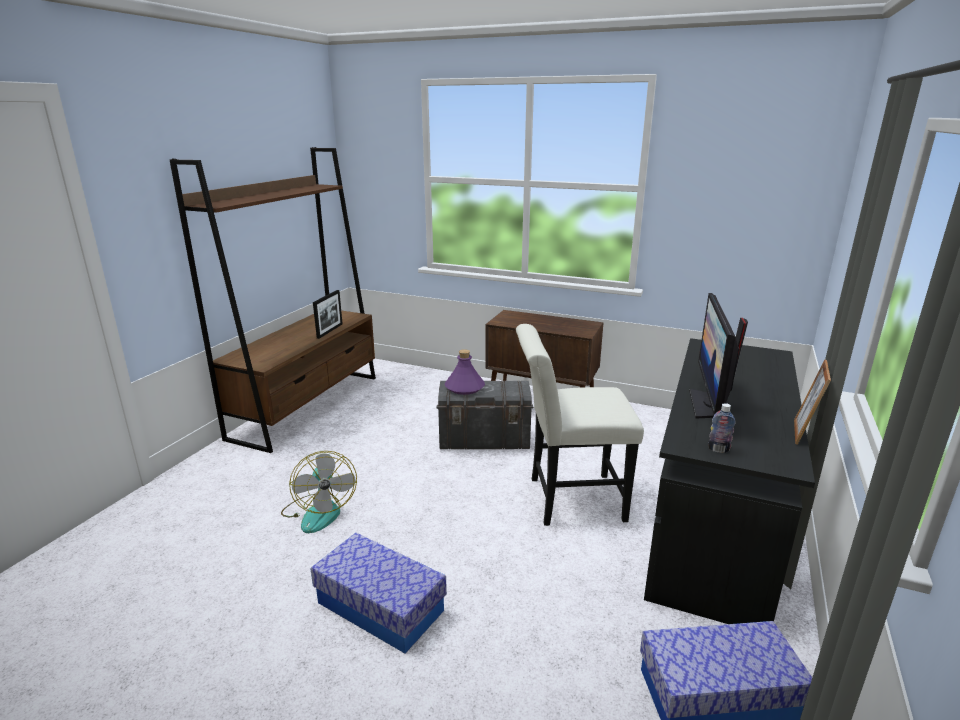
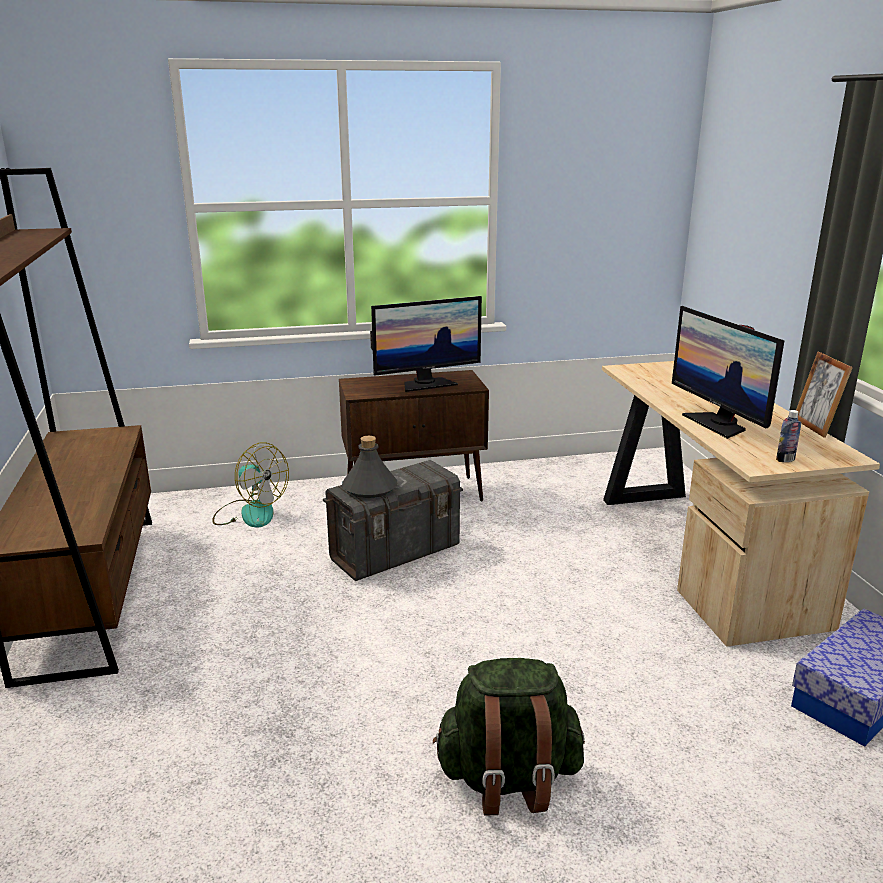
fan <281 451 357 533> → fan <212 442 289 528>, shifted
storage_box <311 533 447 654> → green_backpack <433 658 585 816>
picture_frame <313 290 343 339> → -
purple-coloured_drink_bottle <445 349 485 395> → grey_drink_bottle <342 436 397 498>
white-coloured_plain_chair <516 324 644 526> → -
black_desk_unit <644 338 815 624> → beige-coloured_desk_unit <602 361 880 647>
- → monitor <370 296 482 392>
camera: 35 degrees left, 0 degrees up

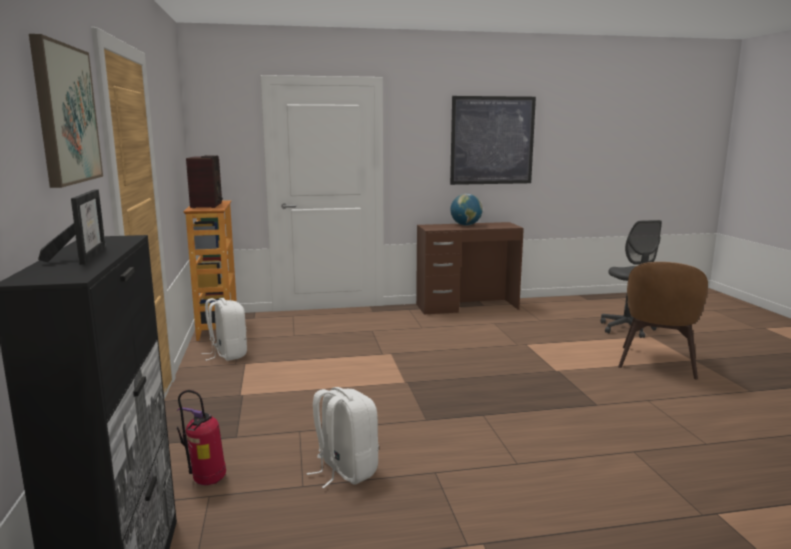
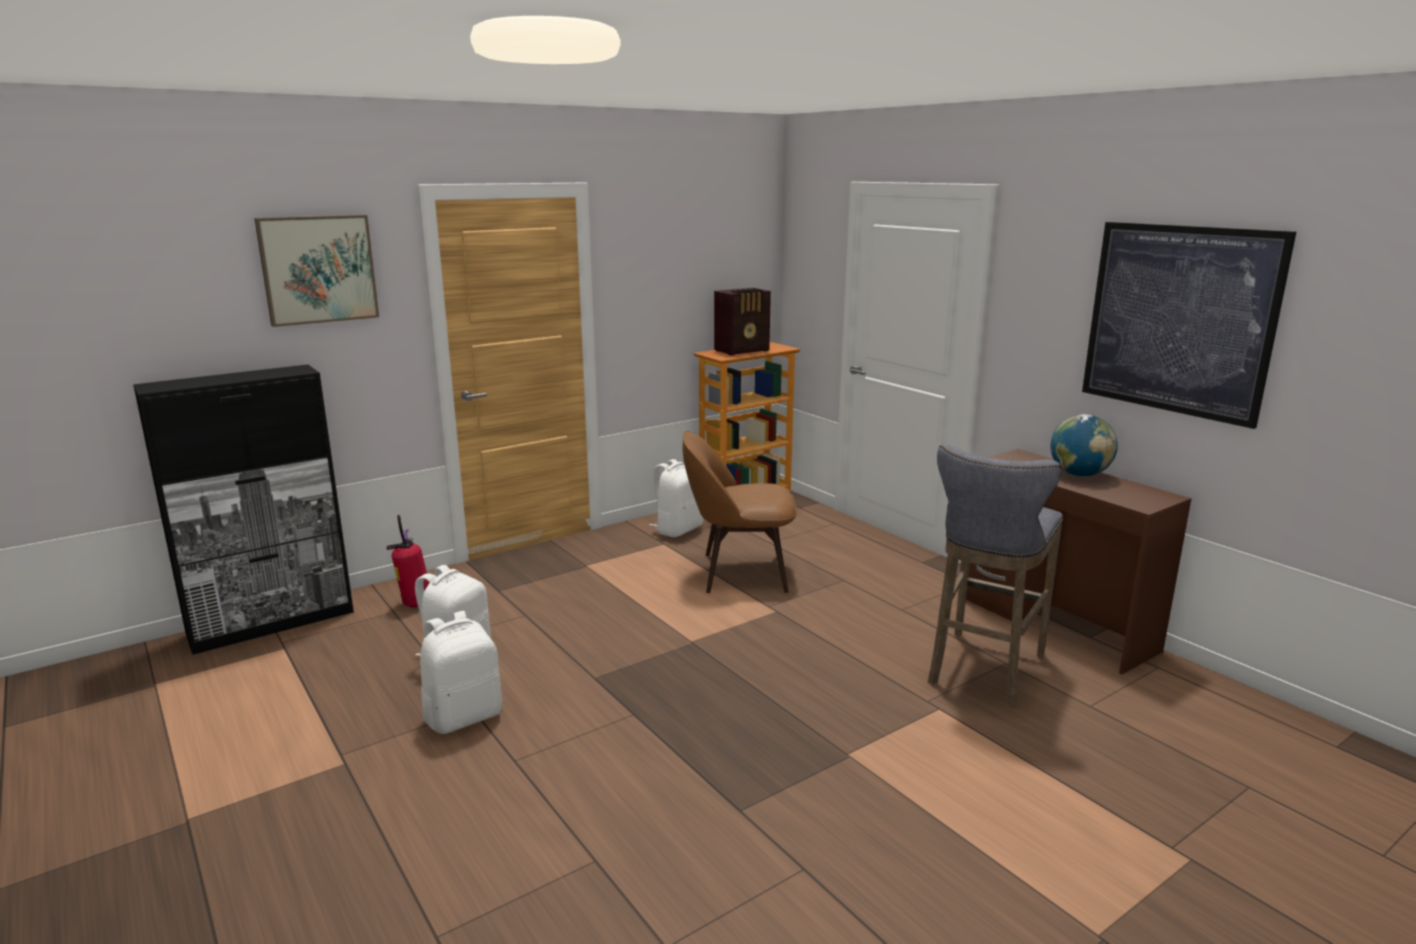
picture_frame <38 190 106 265> → -
grey_desk_chair <600 220 662 338> → -
brownish_plain_chair <618 262 708 380> → brownish_plain_chair <682 431 798 593>, shifted
- → white-coloured_backpack <420 611 502 734>
- → grey_sitting_stool <928 444 1063 707>
camera: 65 degrees right, 5 degrees up

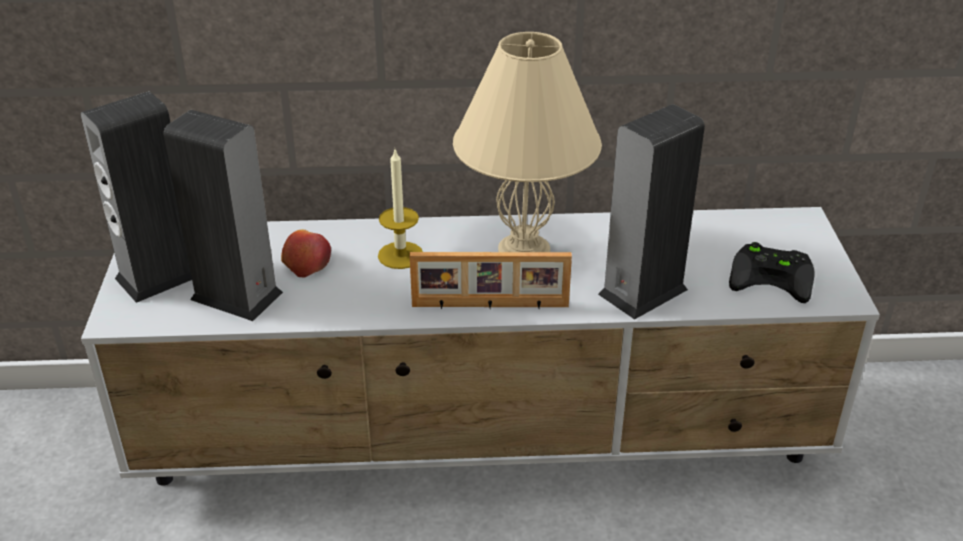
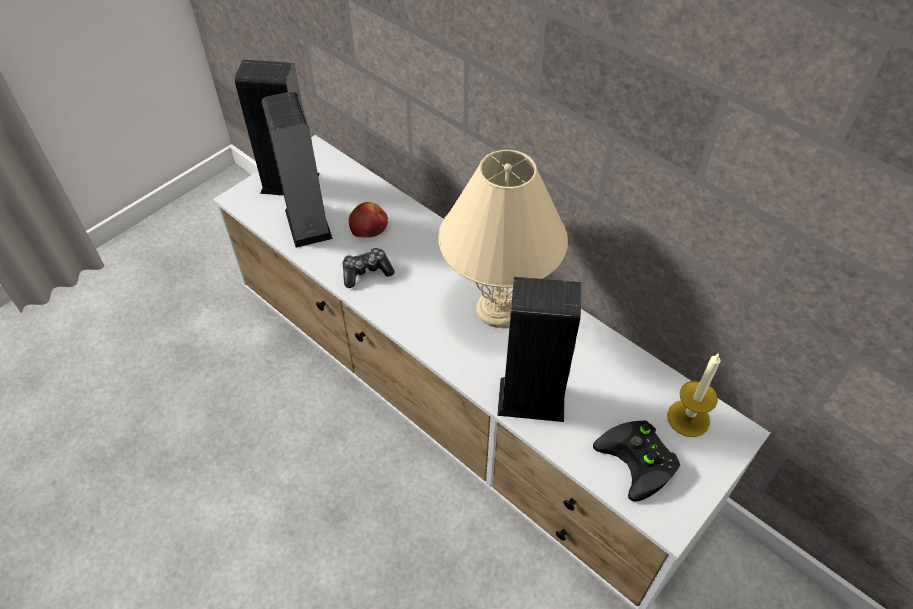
wax_candle <378 150 423 269> → wax_candle <667 353 721 437>, shifted
picture_frame <410 252 572 309> → -
- → gamepad <342 247 394 288>
camera: 45 degrees right, 15 degrees up

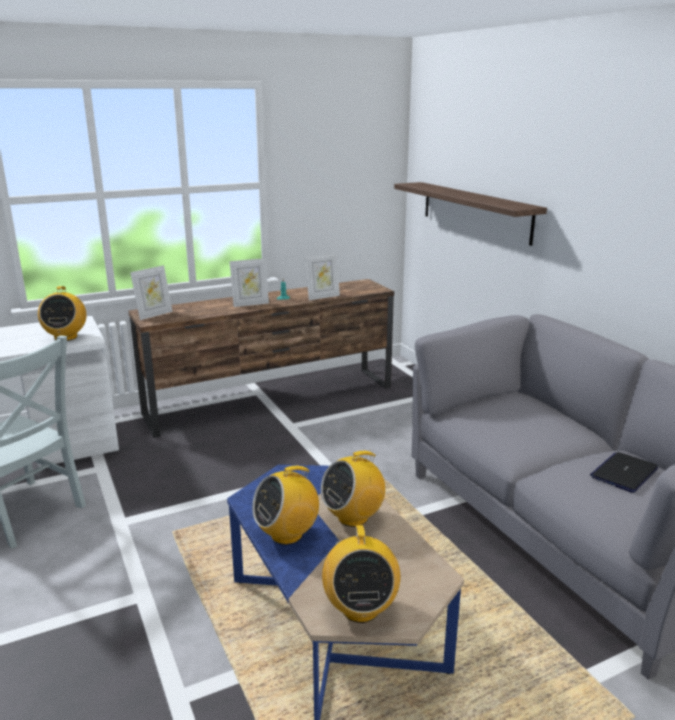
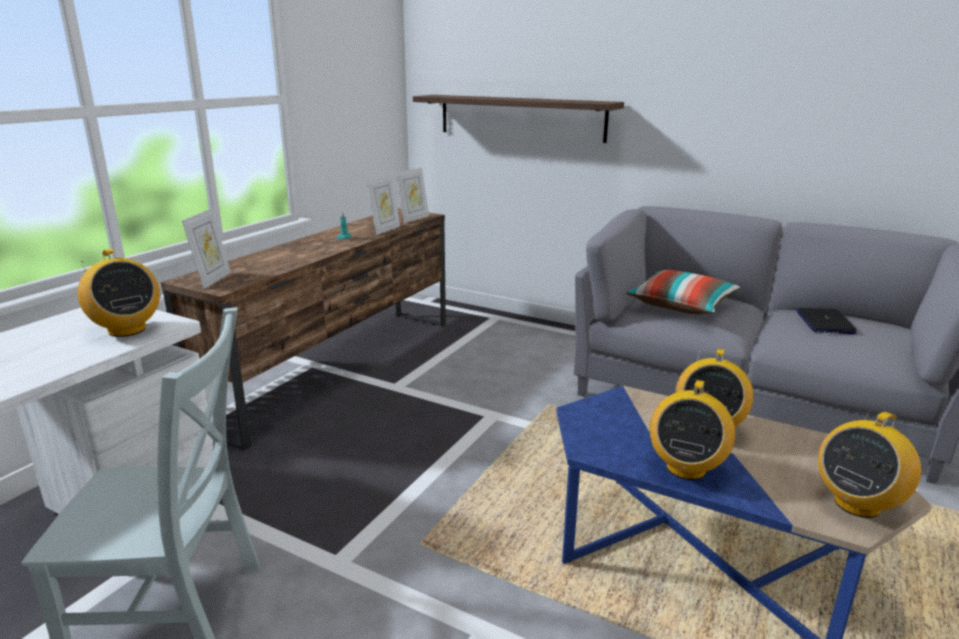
picture_frame <229 258 269 307> → picture_frame <396 167 429 223>, shifted
radio_set <322 525 400 623> → radio_set <818 409 921 518>, 90 degrees clockwise
- → cushion <626 270 740 314>
camera: 35 degrees left, 0 degrees up

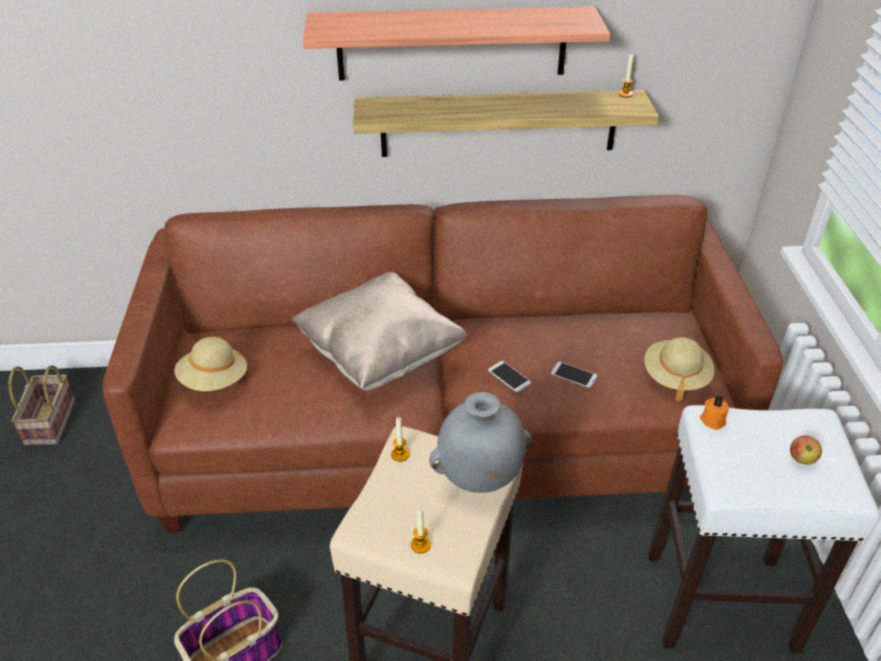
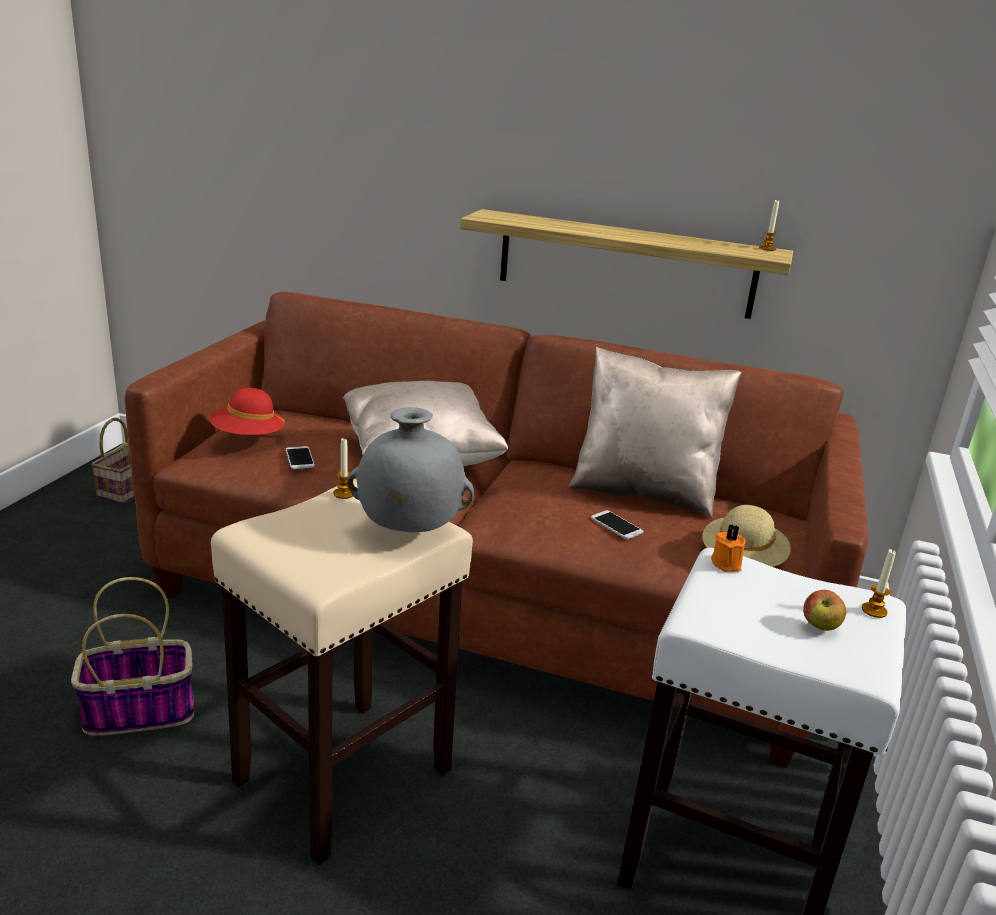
beige-coloured_wearable_hat <174 337 247 391> → red_wearable_hat <209 388 286 436>
shelf <303 6 610 80> → -
wax_candle <411 507 431 554> → wax_candle <862 549 896 618>, shifted
handset <488 361 531 392> → handset <286 446 315 469>, shifted
- → beige-coloured_cushion <568 347 742 518>
camera: 20 degrees right, 15 degrees down

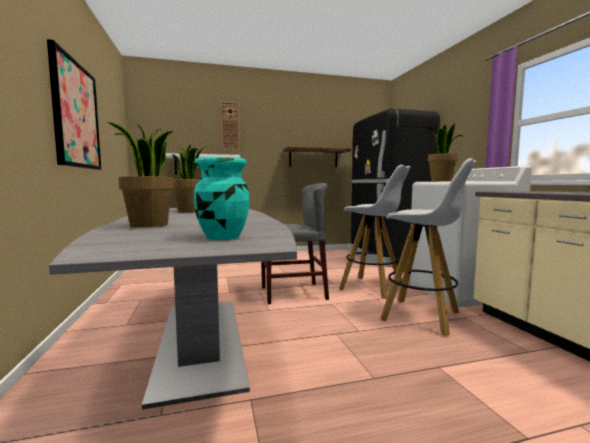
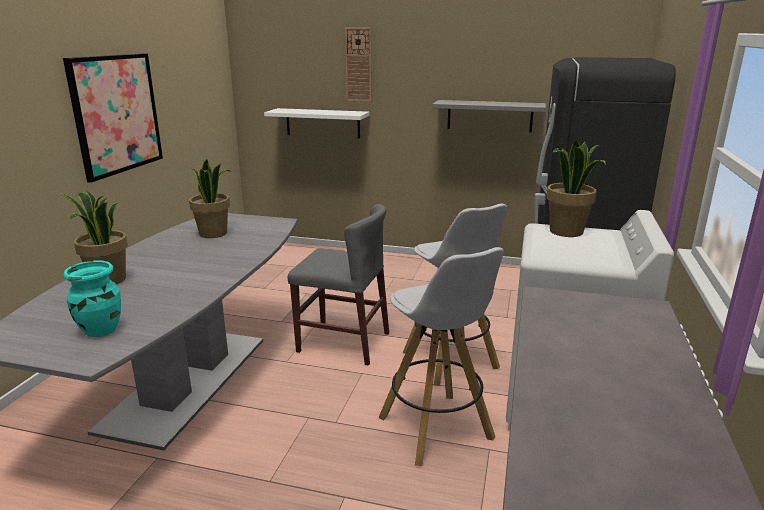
brownish_shelf <283 147 351 167> → grey_shelf <432 100 546 133>
camera: 30 degrees right, 15 degrees up

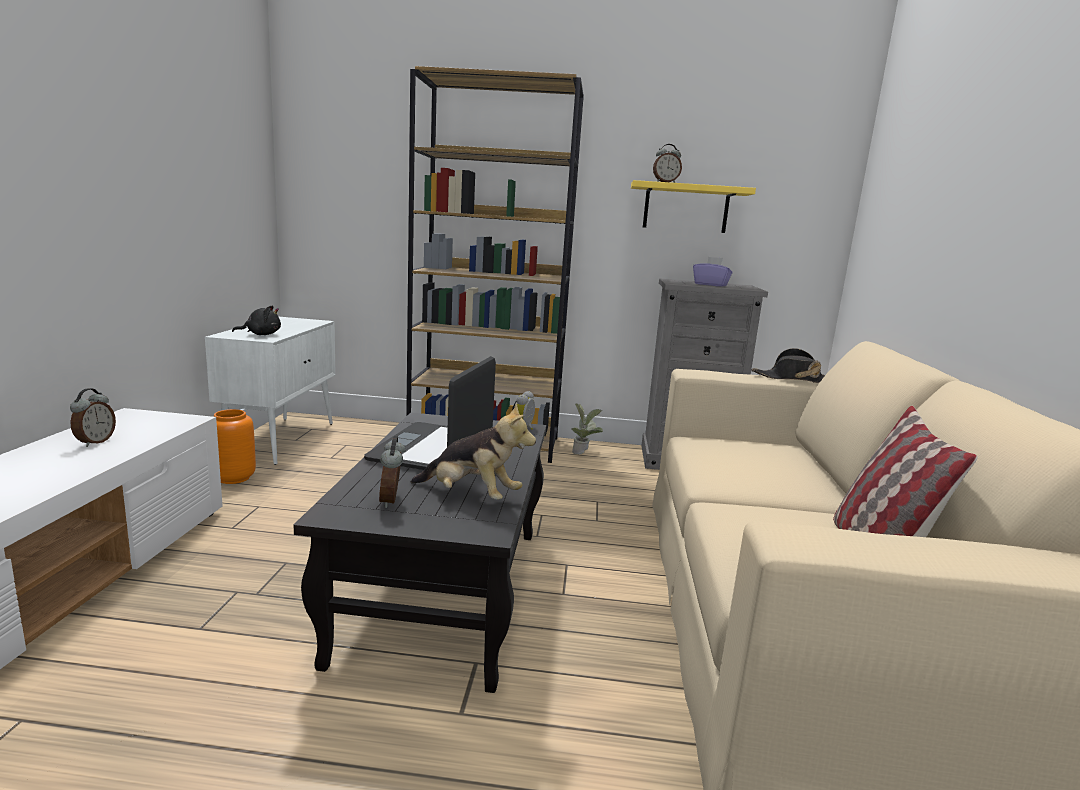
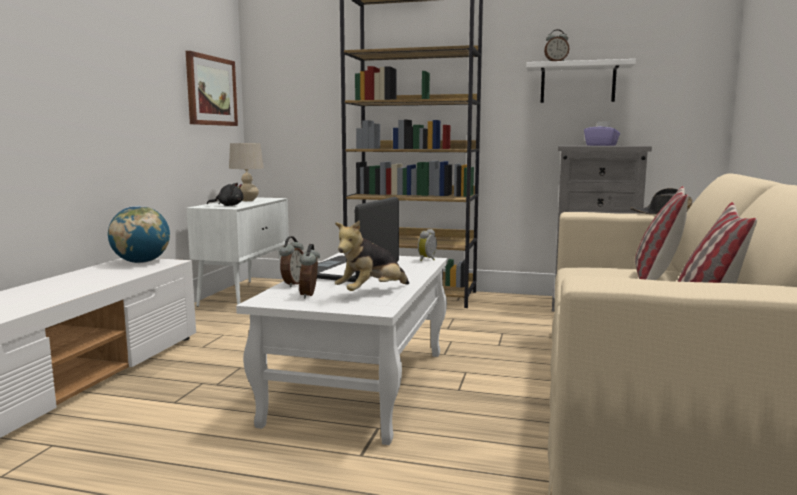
alarm_clock <70 388 116 447> → alarm_clock <279 236 304 287>, shifted
orangey_flower_vase <214 409 256 484> → -
black_lounge_table <294 413 546 693> → white-coloured_lounge_table <236 253 447 445>
plush_toy <411 403 536 500> → plush_toy <335 221 409 291>, 105 degrees clockwise
potted_plant <571 403 603 454> → -
yellowish_shelf <631 180 756 233> → white-coloured_shelf <526 59 636 103>
- → globe <108 206 170 263>
- → wall_picture <186 51 238 126>
- → beige-coloured_tabletop_lamp <229 143 264 201>
- → cushion <635 186 689 280>
camera: 10 degrees right, 5 degrees down

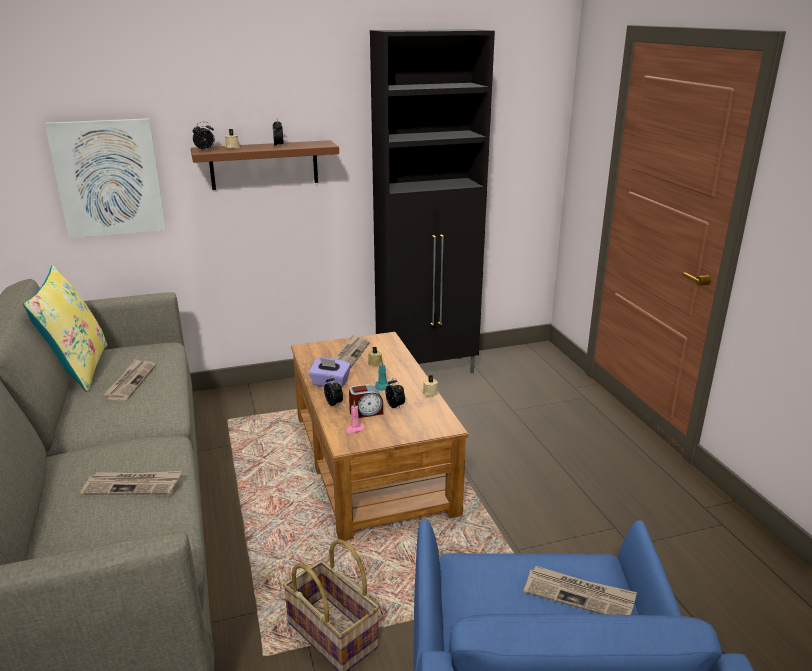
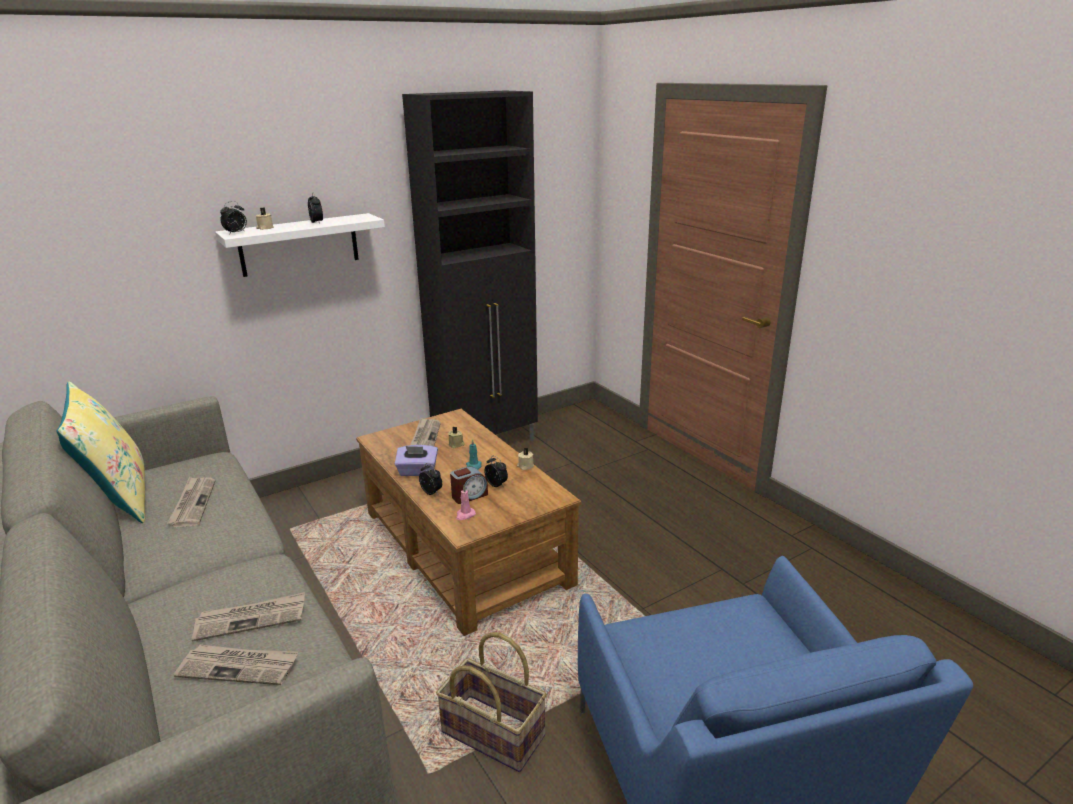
wall_picture <45 118 166 238> → -
brownish_shelf <191 140 339 190> → white-coloured_shelf <215 213 385 277>
daily_paper <523 566 637 615> → daily_paper <174 645 299 685>, shifted
camera: 15 degrees left, 0 degrees up

